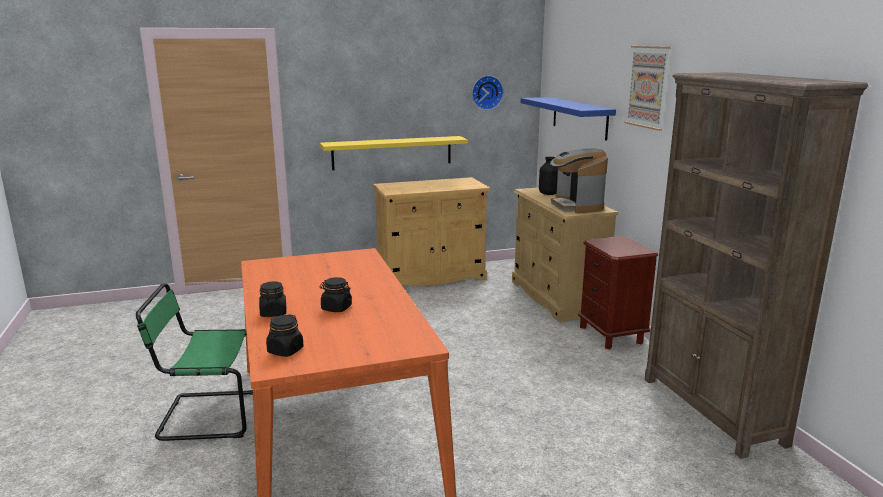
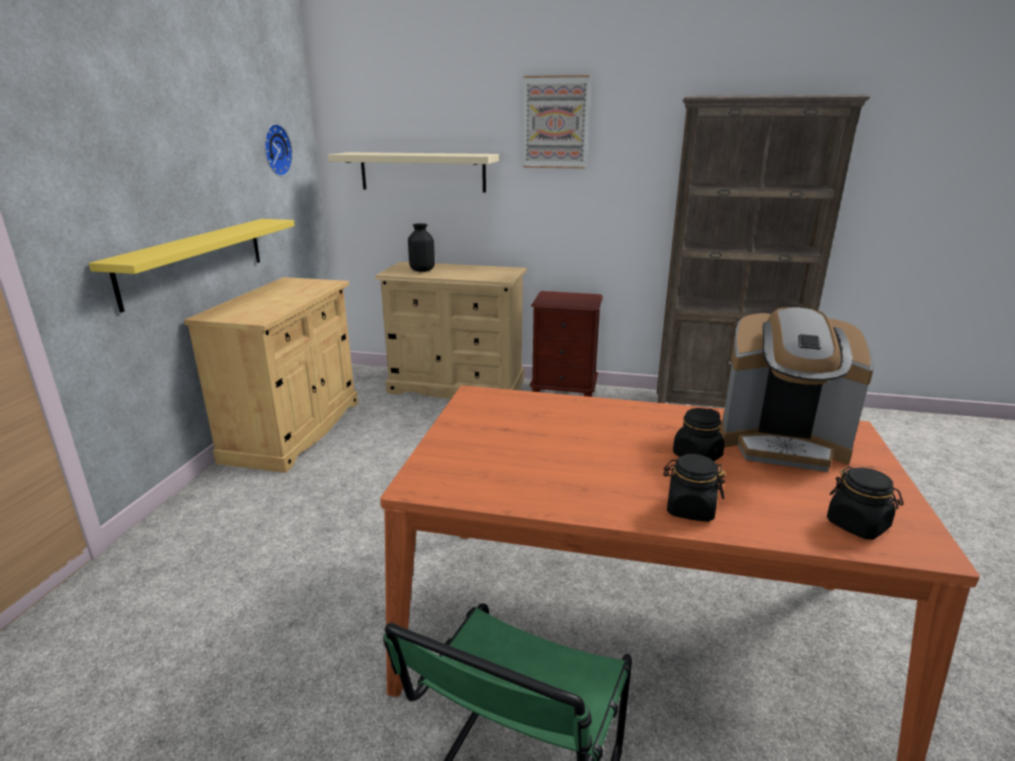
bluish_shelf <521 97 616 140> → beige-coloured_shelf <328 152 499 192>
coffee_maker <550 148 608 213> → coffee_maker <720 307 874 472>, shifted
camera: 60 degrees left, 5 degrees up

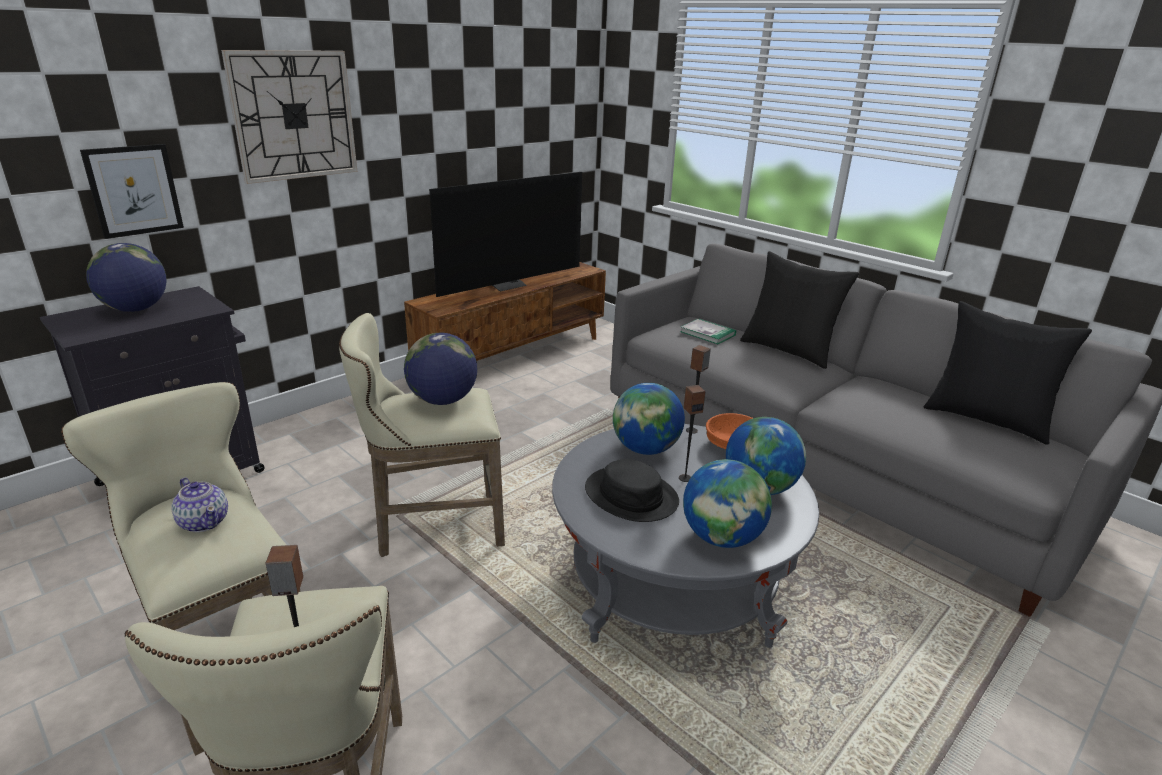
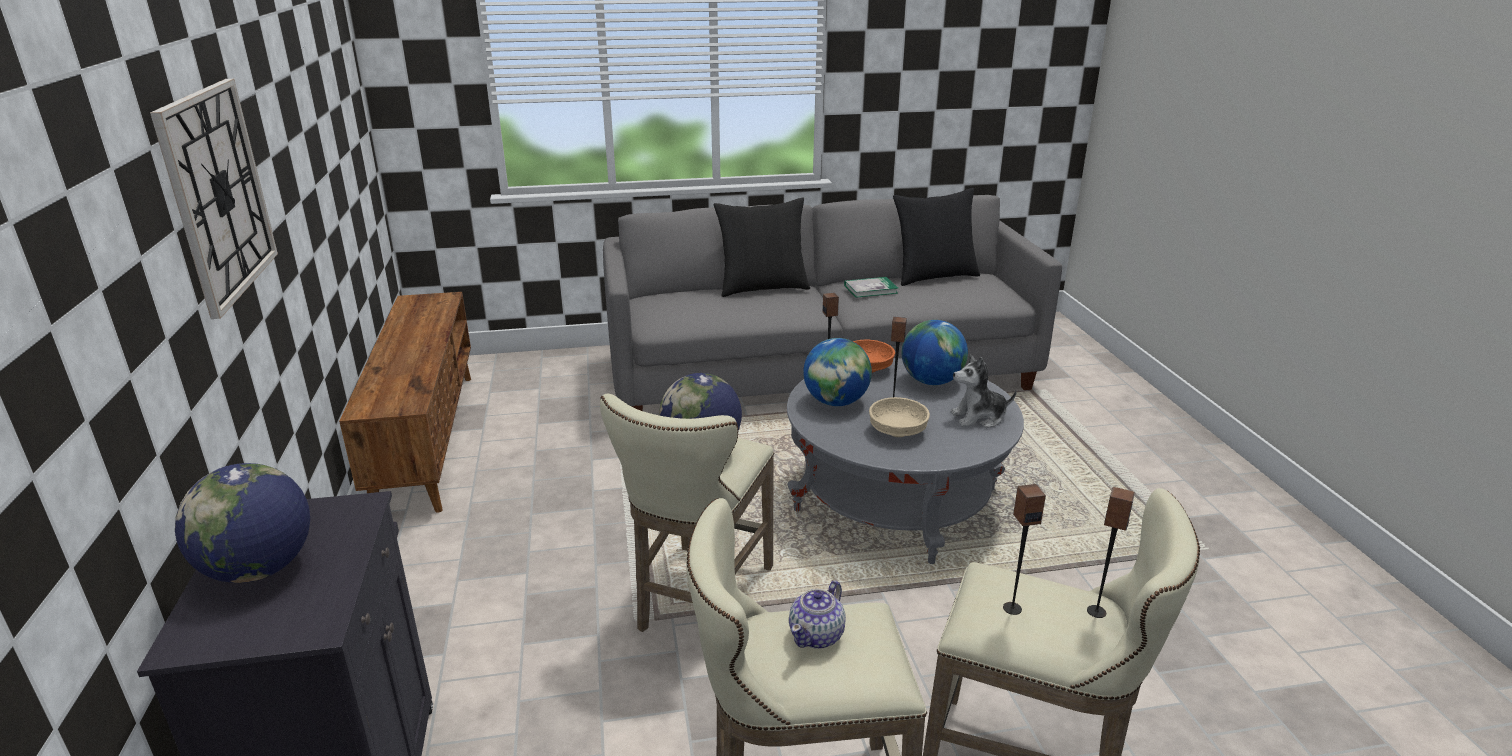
wall_picture <80 144 184 239> → -
tea_pot <171 477 228 532> → tea_pot <789 580 846 649>, 135 degrees clockwise
TV_set <429 172 582 297> → -
black_wearable_hat <585 459 679 522> → beige-coloured_deep_dish <869 397 930 437>
book <680 318 736 344> → book <844 277 898 298>, shifted
globe <683 459 772 548> → plush_toy <951 355 1017 428>
- → audio_speaker <1003 484 1046 615>
camera: 55 degrees left, 0 degrees up

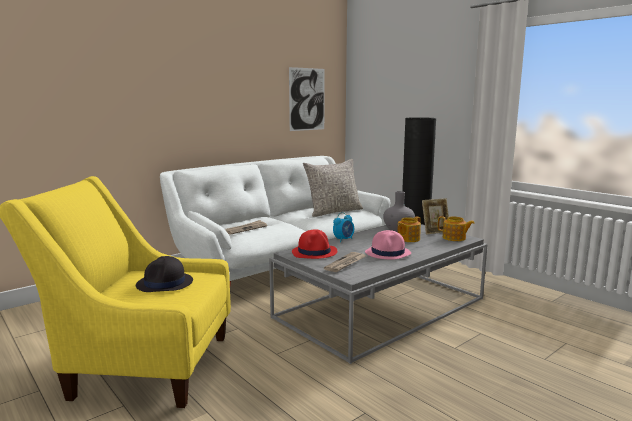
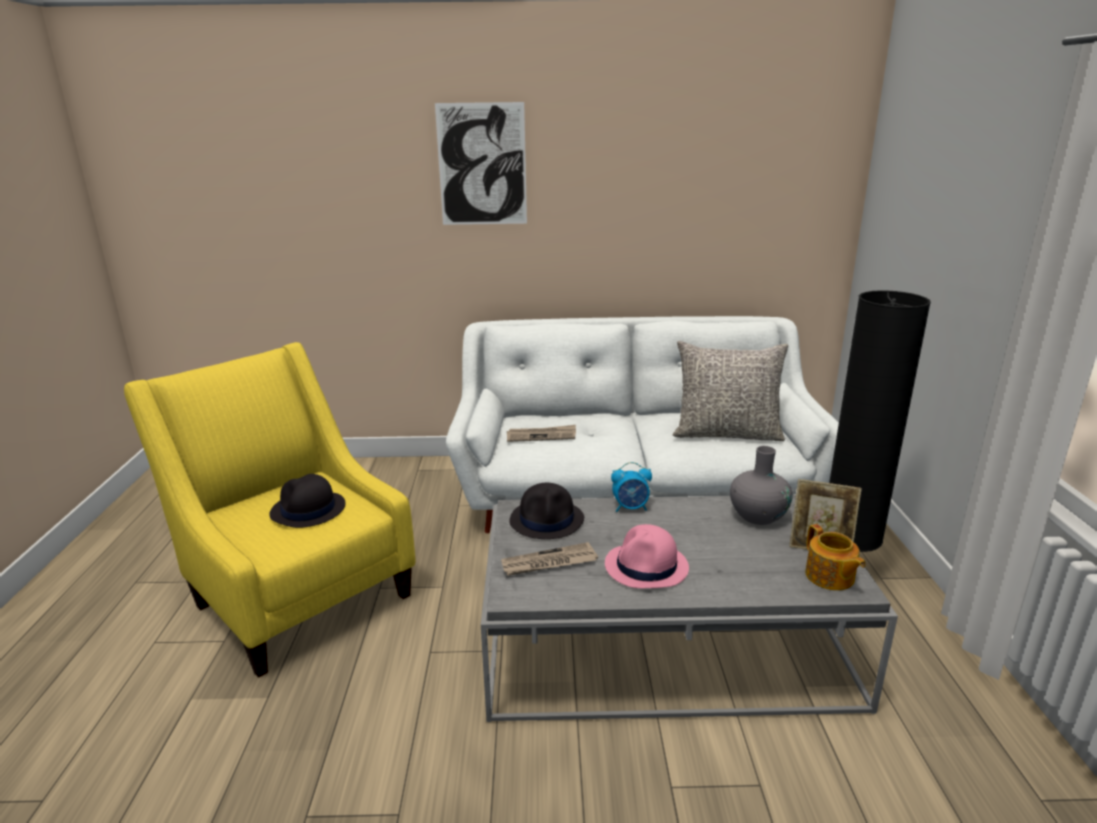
wall_picture <289 67 325 131> → wall_picture <435 102 527 225>, shifted
red_wearable_hat <292 229 337 259> → black_wearable_hat <509 483 584 539>
tea_pot <397 216 421 242> → -
camera: 40 degrees right, 10 degrees up

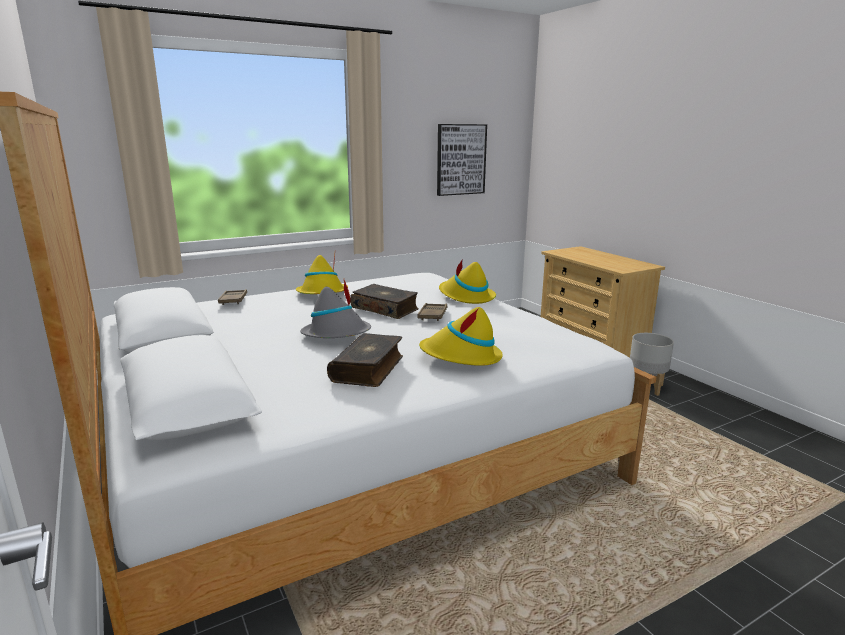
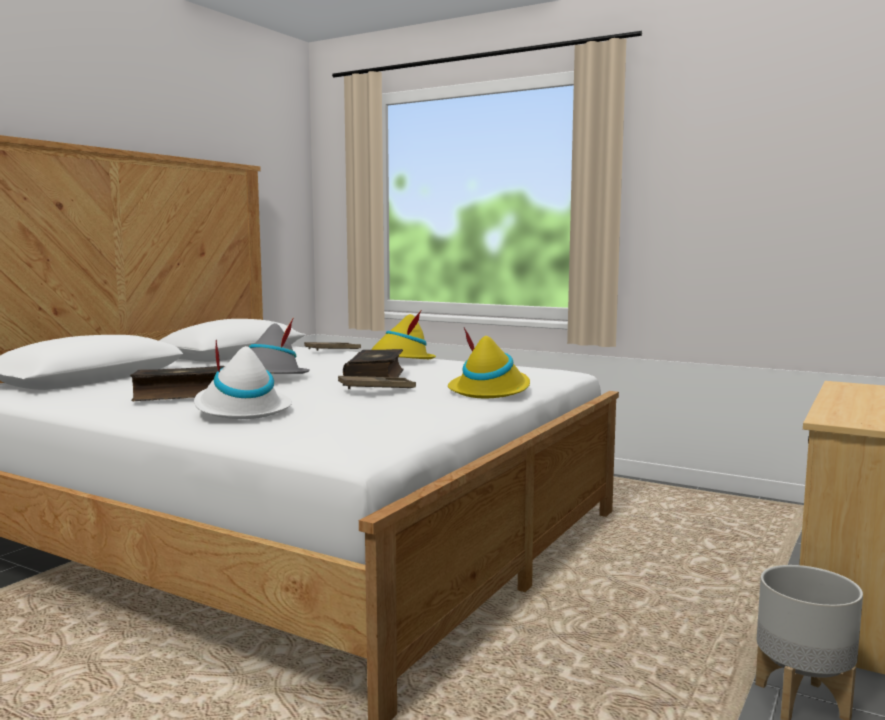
yellowish_wearable_hat <419 307 503 366> → white-coloured_wearable_hat <194 340 292 419>
wall_picture <437 124 487 196> → -
camera: 60 degrees right, 10 degrees down

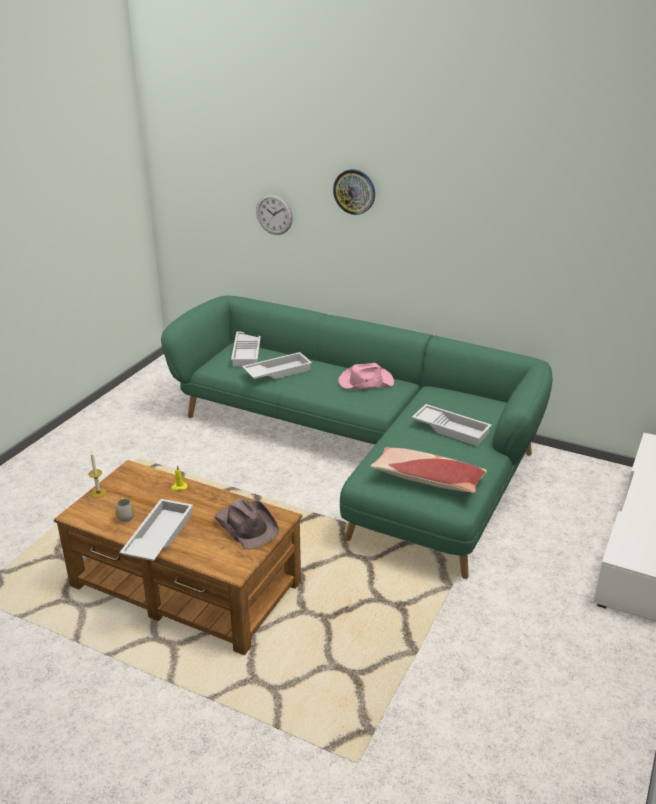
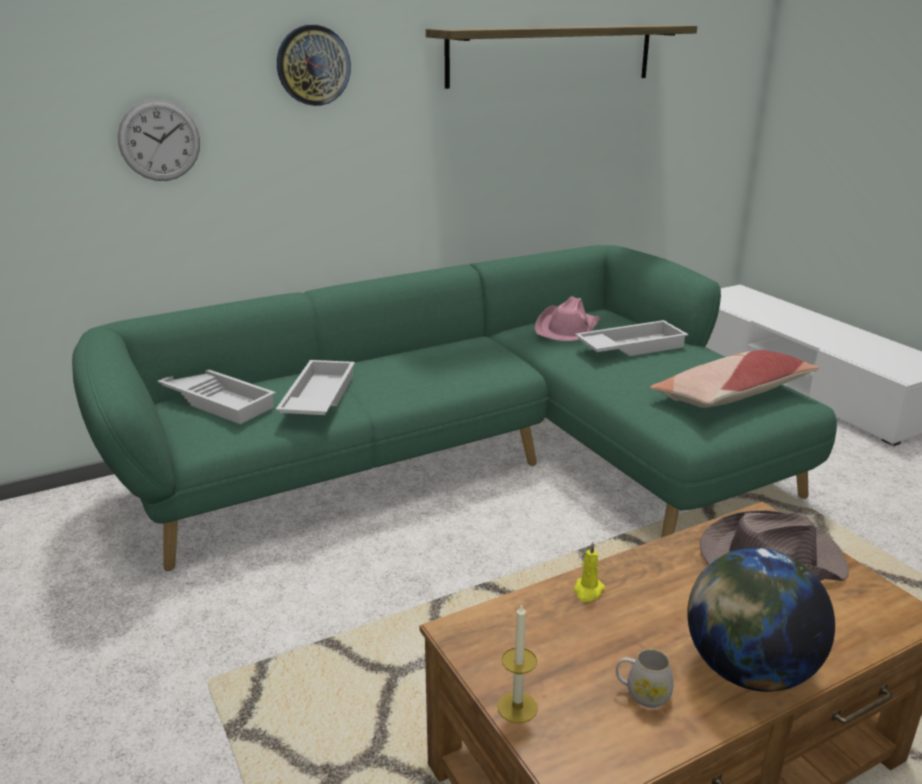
white-coloured_carrying_tray <119 499 193 561> → globe <687 548 835 692>
pink_wearable_hat <338 363 394 389> → pink_wearable_hat <535 296 601 341>, shifted
- → shelf <426 24 697 89>
camera: 55 degrees left, 5 degrees down

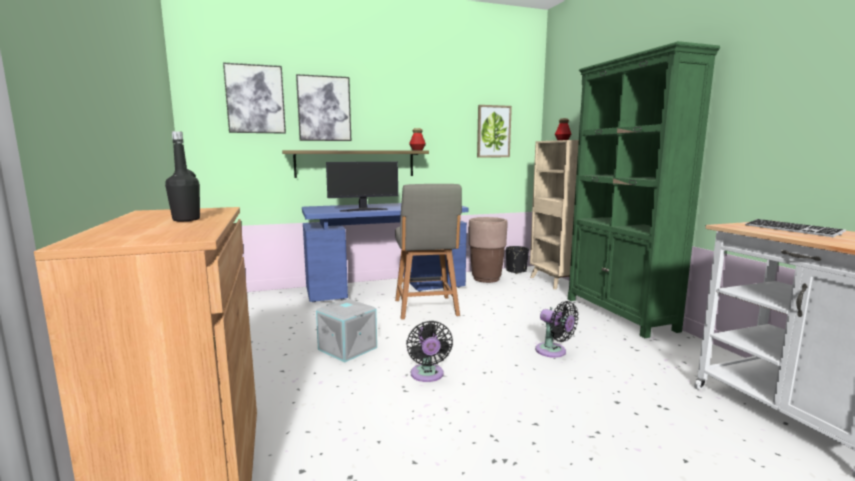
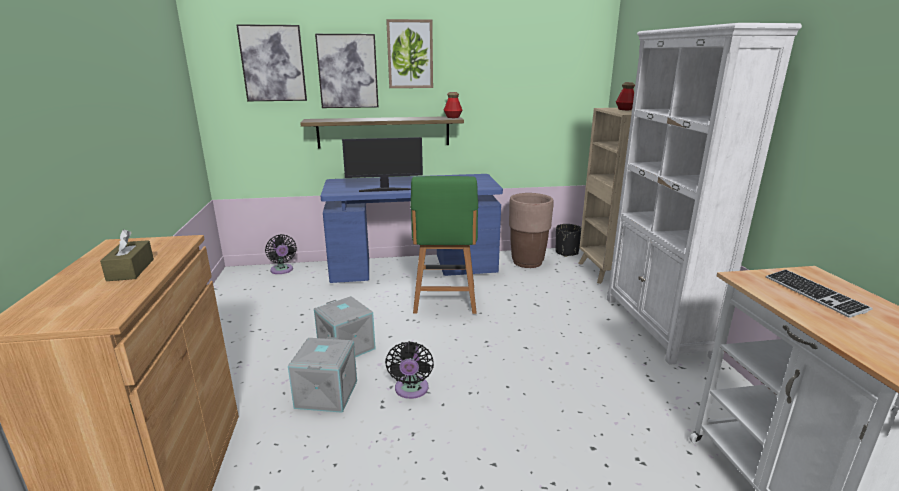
black_drink_bottle <165 131 200 221> → brownish_tissue_holder <100 229 154 281>
grey_plain_chair <395 184 462 320> → green_plain_chair <410 176 478 314>
wall_picture <477 105 512 157> → wall_picture <386 19 433 88>, shifted
black_fan <535 301 579 358> → black_fan <265 234 297 274>, shifted
green_shelving_unit <568 41 720 338> → white-coloured_shelving_unit <607 23 802 365>
- → grey_storage_box <288 337 357 413>
camera: 10 degrees right, 10 degrees up

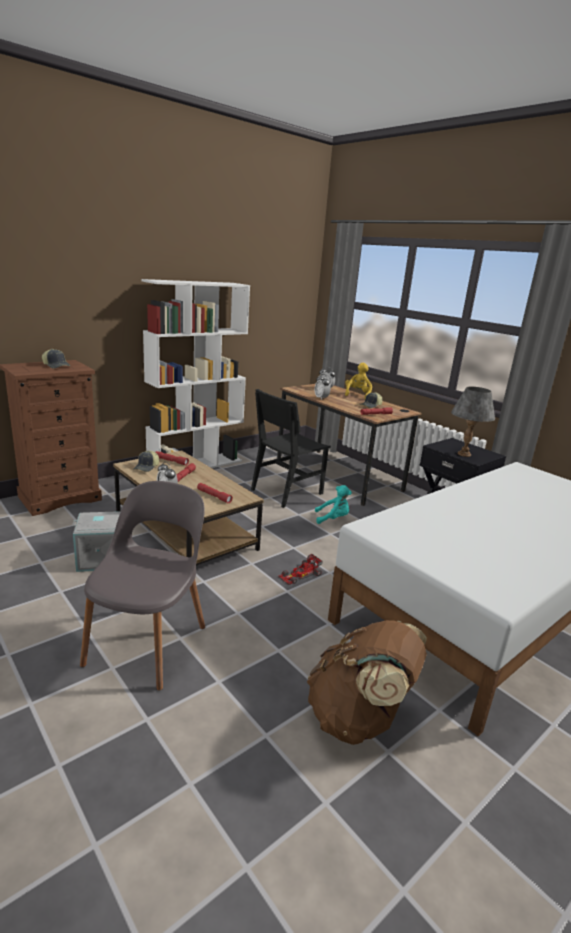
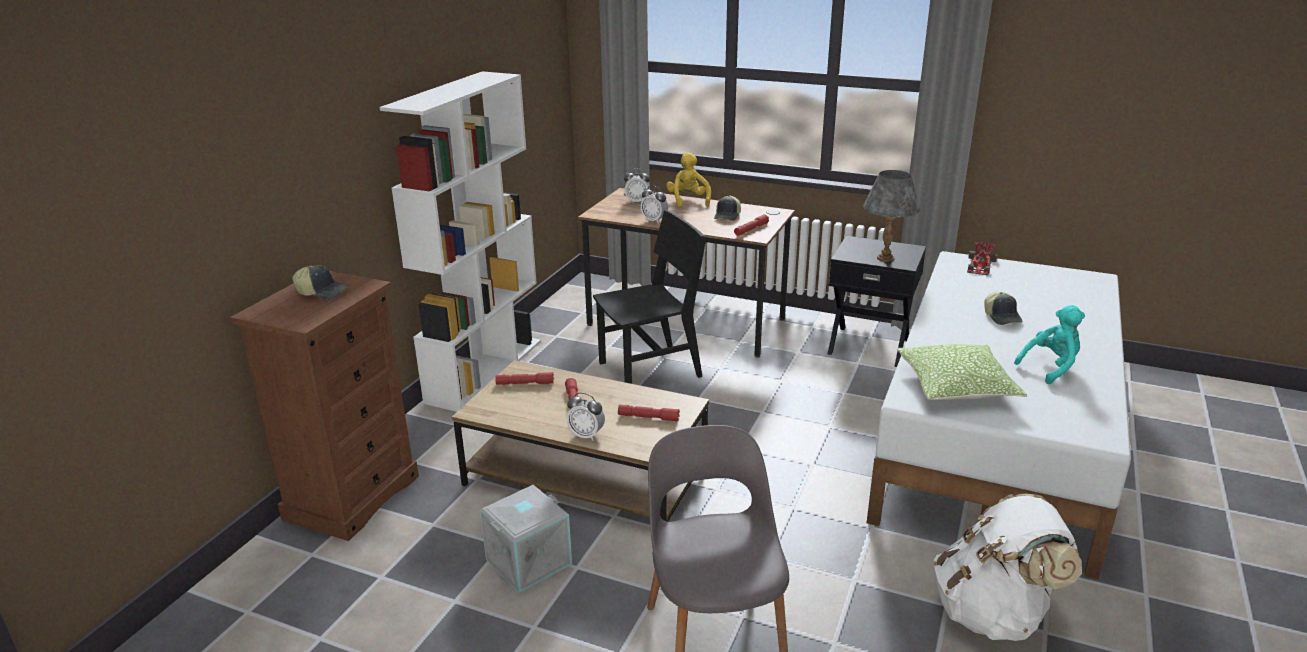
baseball_cap <134 450 159 472> → baseball_cap <984 292 1023 325>, shifted
black_plain_chair <251 389 331 508> → black_plain_chair <593 210 706 384>, 135 degrees counterclockwise
toy_car <278 554 323 585> → toy_car <967 242 997 275>, shifted
brownish_backpack <307 620 427 745> → white-coloured_backpack <934 494 1082 641>
turquoise_plush_toy <315 485 352 524> → turquoise_plush_toy <1014 305 1085 384>, shifted
- → cushion <897 344 1027 400>
camera: 25 degrees left, 5 degrees up

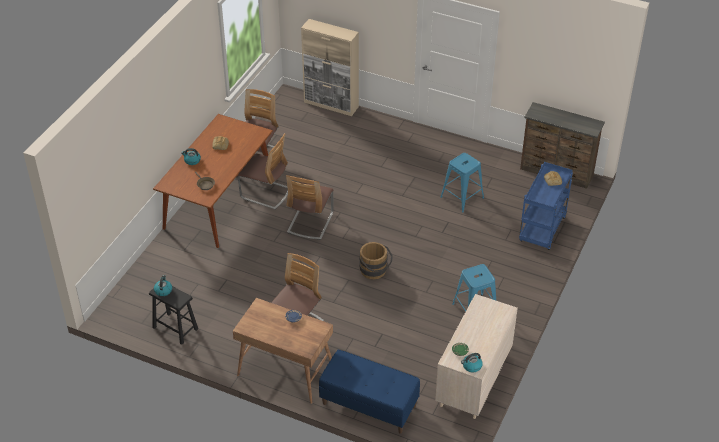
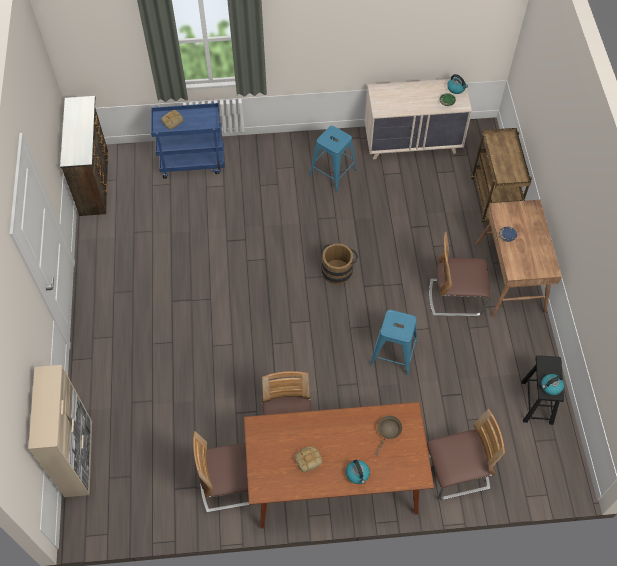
plain_chair <286 175 333 240> → plain_chair <427 409 505 500>, shifted
bluish_indoor_bench <319 350 420 434> → brownish_wheeled_cart <471 128 532 222>
bluish_sitting_stool <441 153 484 213> → bluish_sitting_stool <370 310 417 375>, shifted
camera: 120 degrees left, 15 degrees up

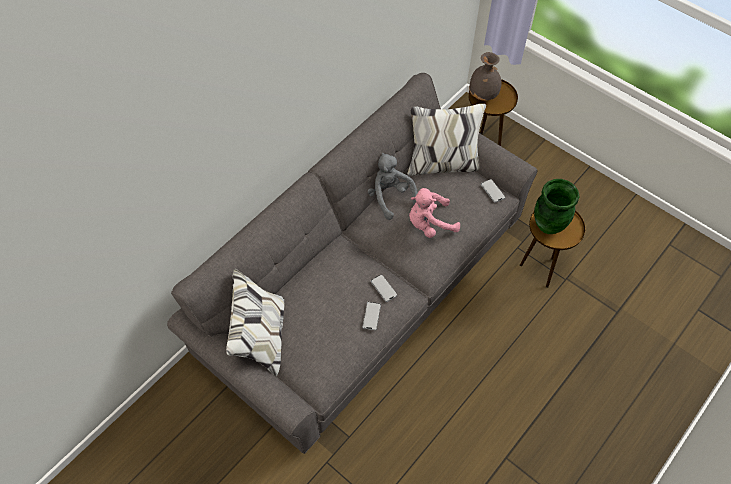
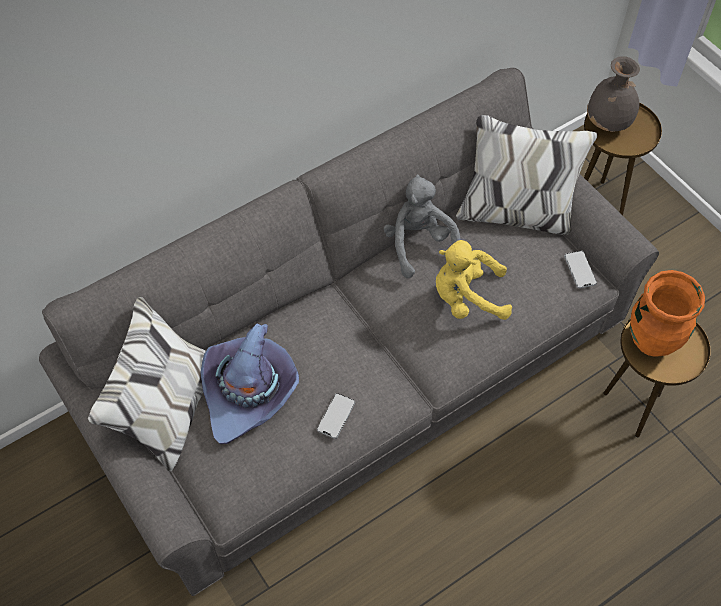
handset <371 274 397 302> → -
pink_plush_toy <409 188 460 238> → yellowish_plush_toy <436 240 512 320>
green_flower_vase <534 179 580 234> → orangey_flower_vase <630 270 705 357>
- → purple-coloured_wearable_hat <200 324 299 444>
camera: 15 degrees right, 0 degrees up

